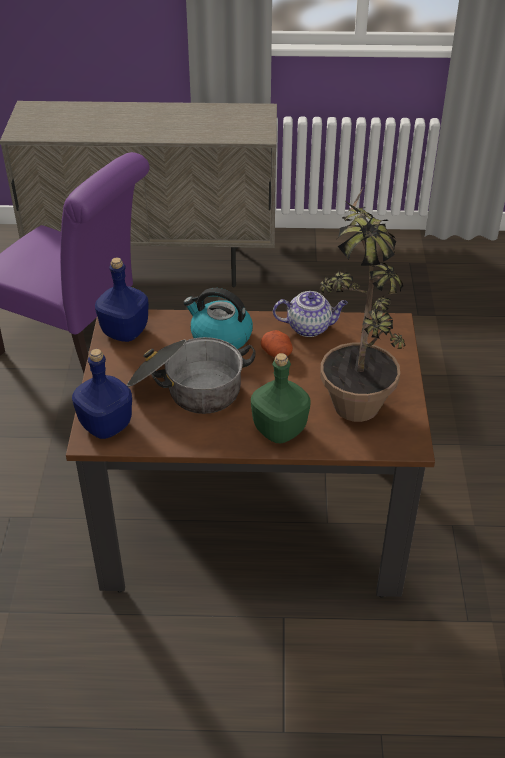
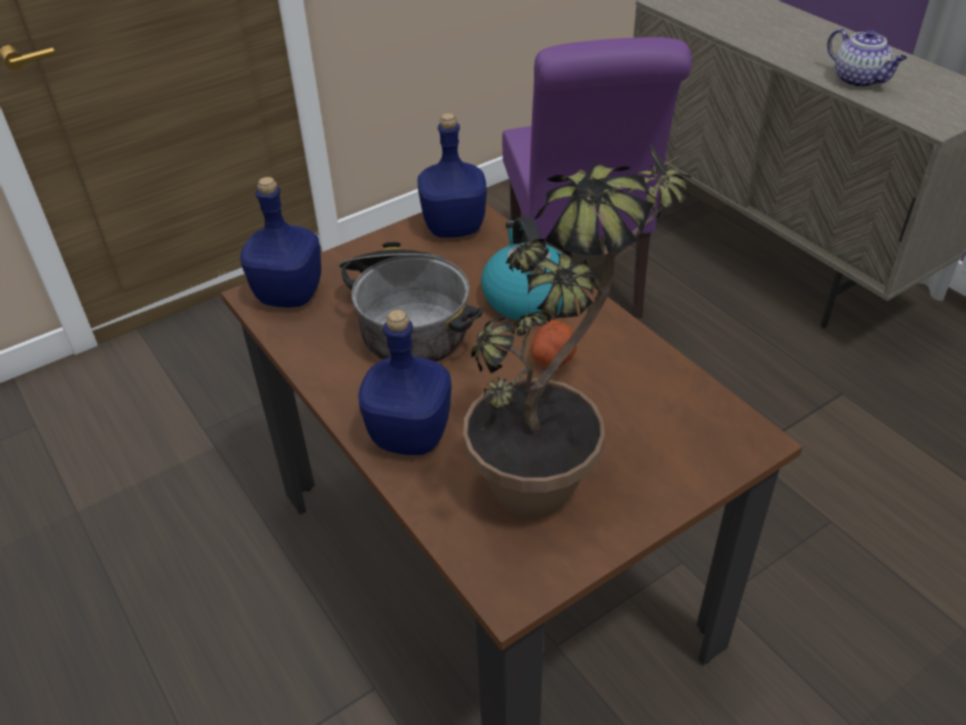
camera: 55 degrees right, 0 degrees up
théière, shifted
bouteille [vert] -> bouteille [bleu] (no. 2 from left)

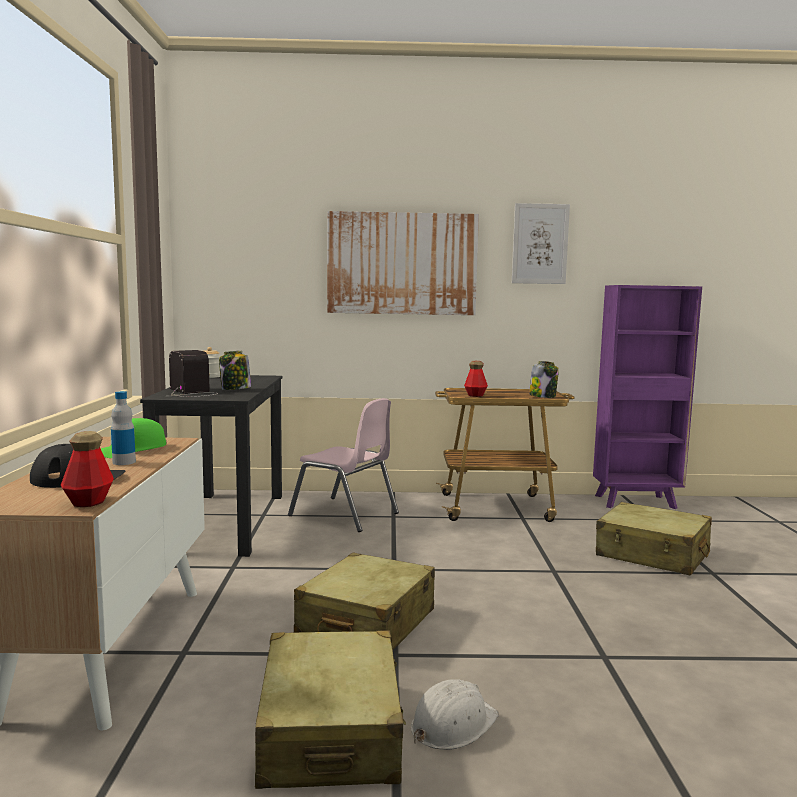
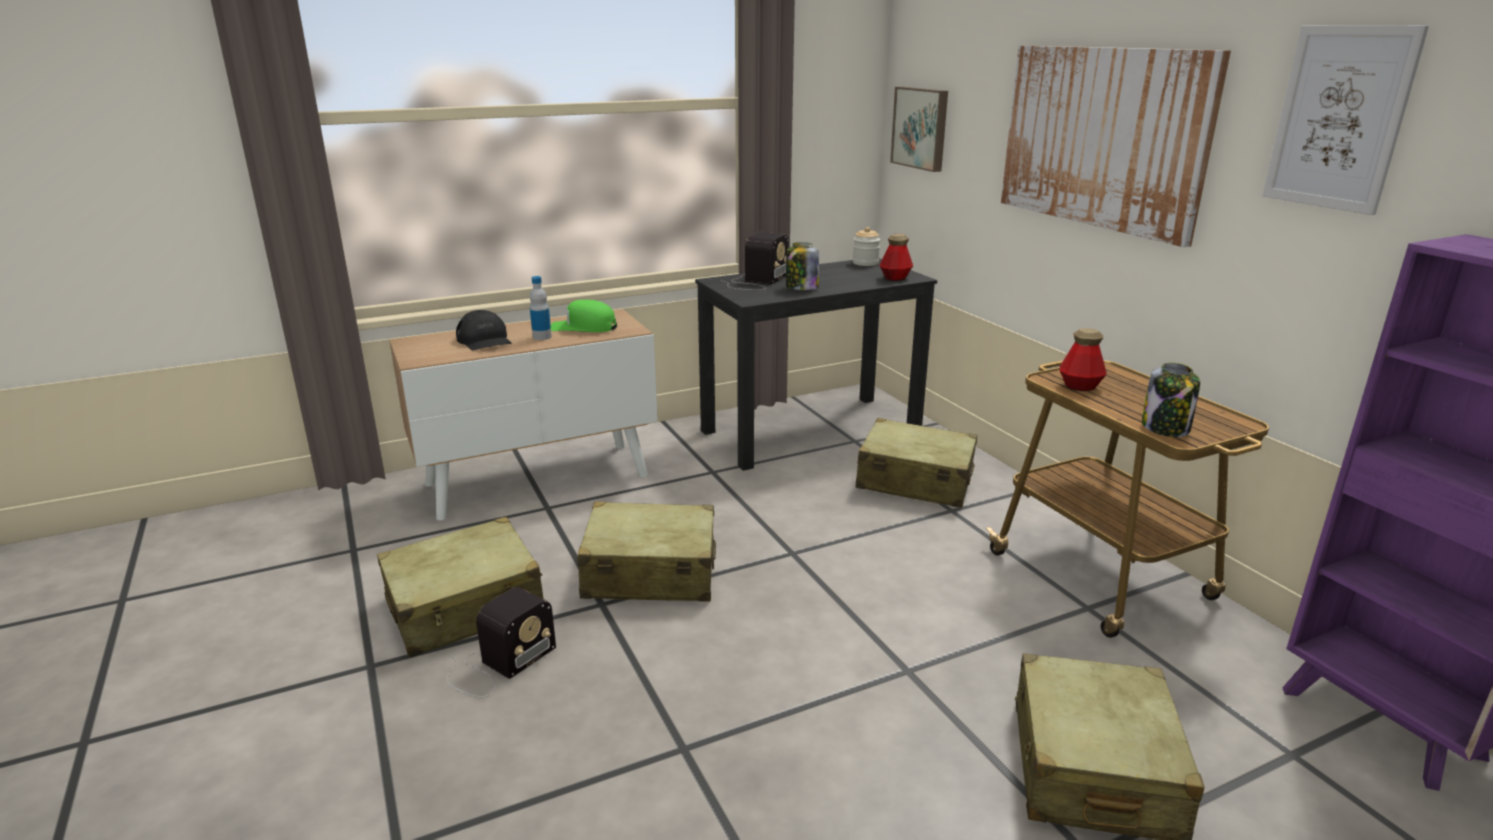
camera: 65 degrees right, 15 degrees up
chaise [rose] -> valise [beige] (no. 3 from left)
bouteille (no. 1 from left in the first image) -> bouteille (no. 2 from left), shifted
casque de chantier [blanc] -> radio (no. 1 from left)
none -> tableau (no. 1 from left)

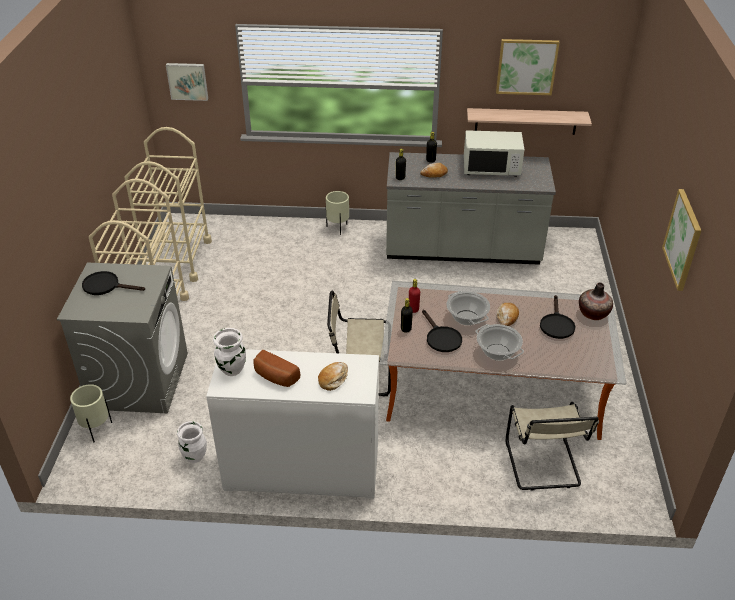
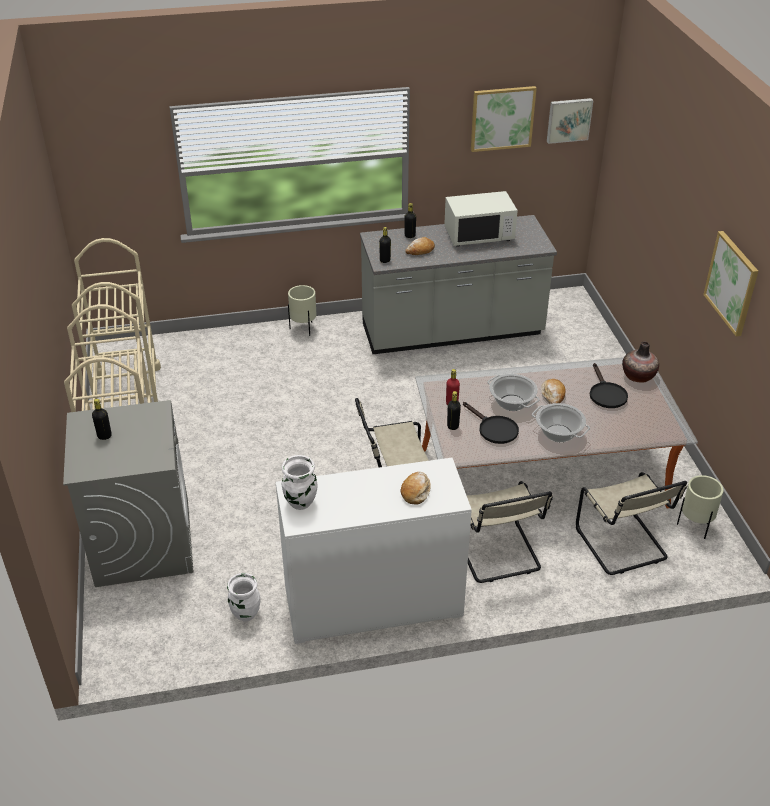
camera: 15 degrees left, 0 degrees up
tableau (no. 1 from left in the first image) -> tableau (no. 2 from left), shifted
étagère -> none
poêle [noir] (no. 1 from left) -> bouteille [noir] (no. 1 from left)
pain (no. 1 from left) -> none
cache-pot [beige] (no. 1 from left in the first image) -> cache-pot [beige] (no. 2 from left), shifted
none -> chaise [beige] (no. 2 from left)

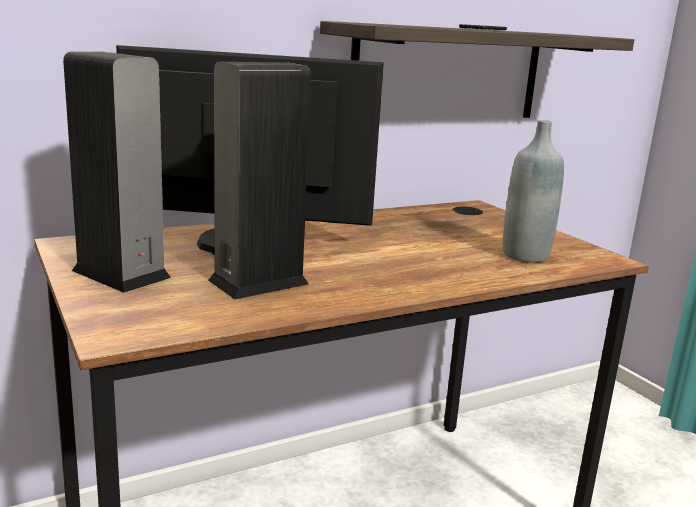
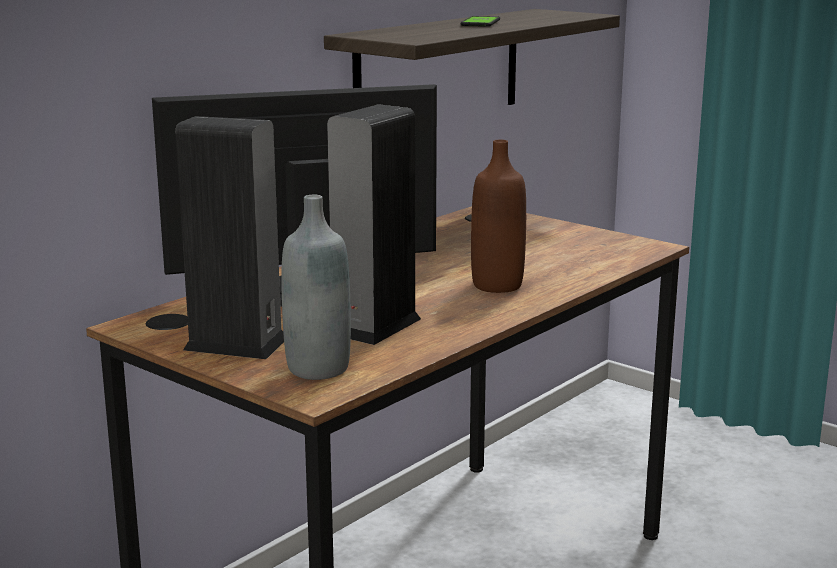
camera: 20 degrees left, 0 degrees up
bouteille [gris], shifted
none -> bouteille [marron]

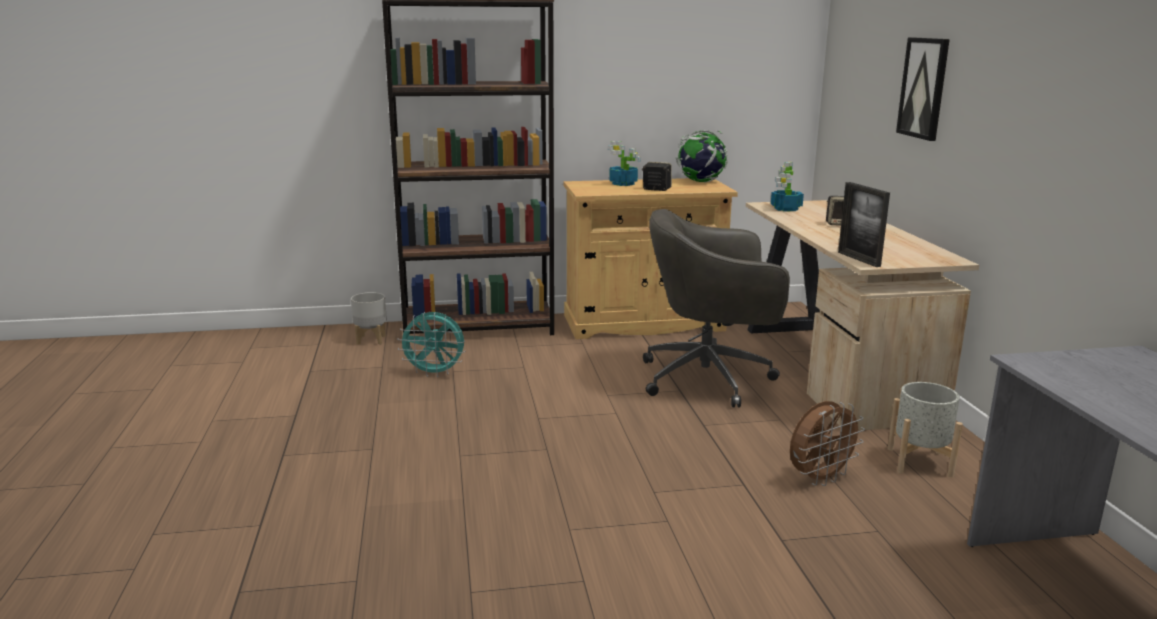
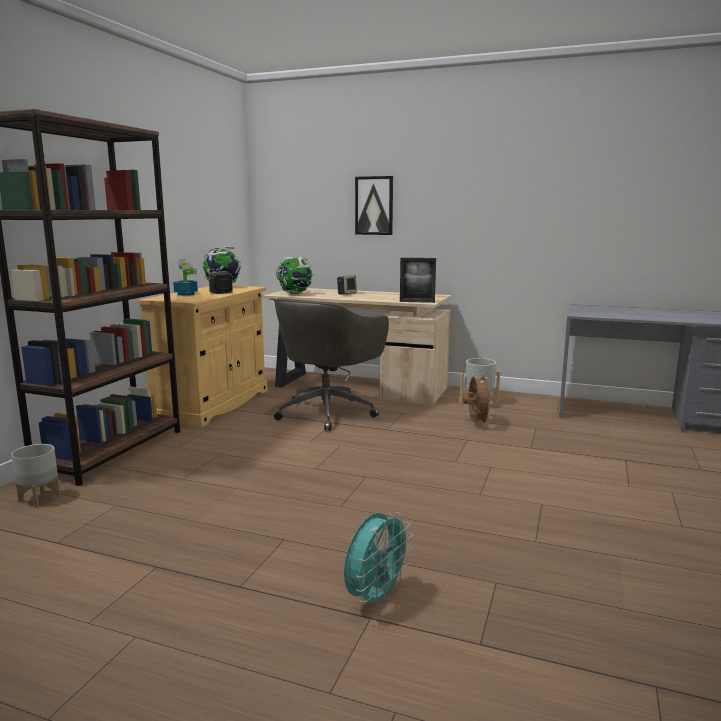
camera: 60 degrees left, 5 degrees down
plante en pot (no. 2 from left) -> globe (no. 2 from left)
ventilateur [turquoise], shifted

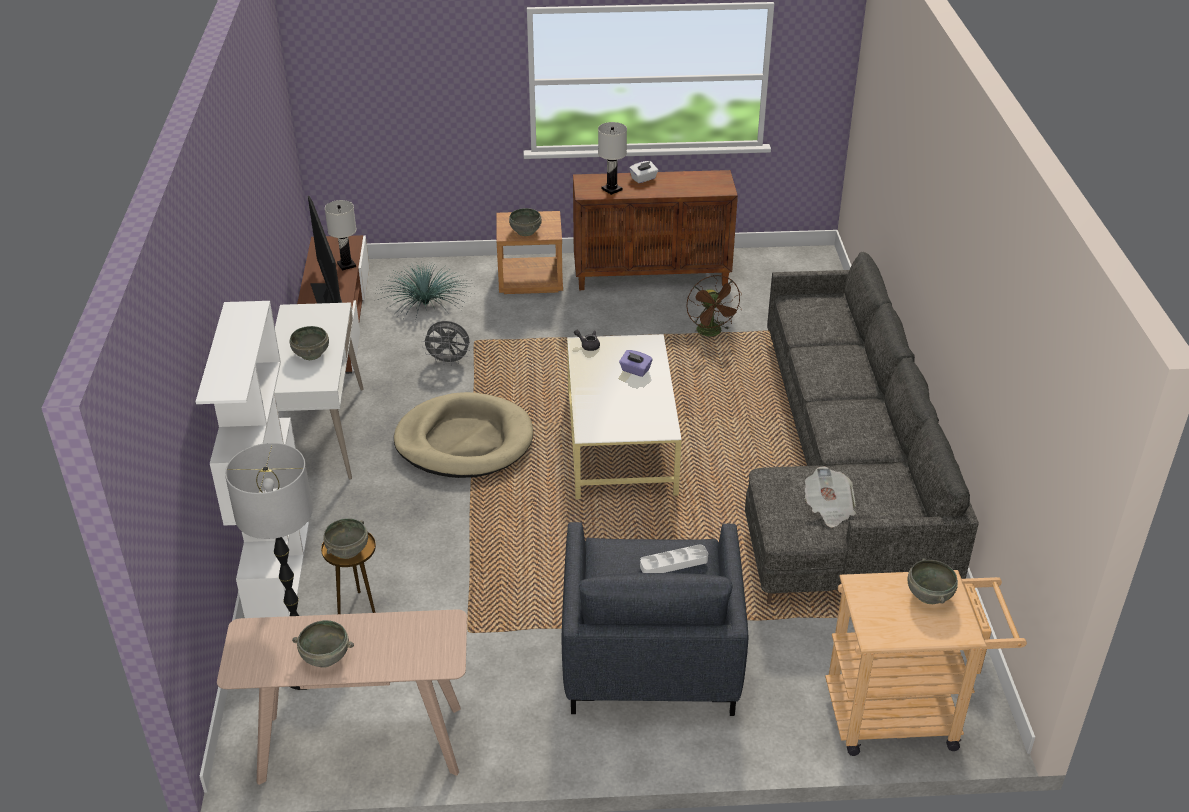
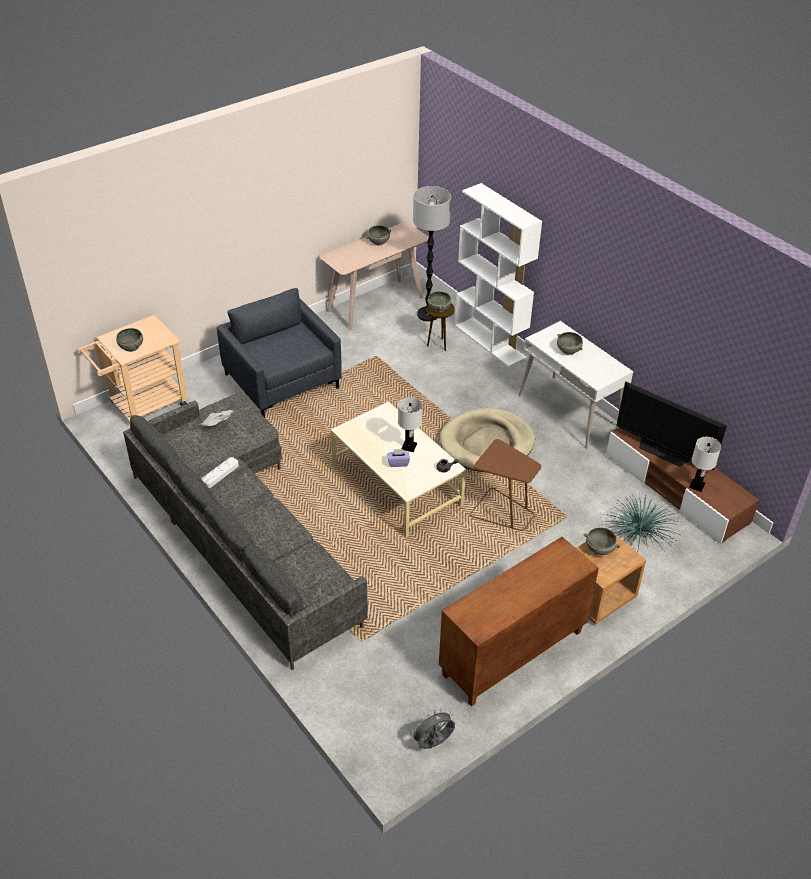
camera: 145 degrees right, 5 degrees up
lampe de table [blanc] (no. 2 from left in the first image) -> lampe de table [blanc] (no. 1 from left), shifted
boîte à mouchoirs [blanc] -> none
ventilateur [marron] -> none
ventilateur [gris], shifted
plateau [blanc], shifted
none -> table d'appoint [marron] (no. 2 from left)

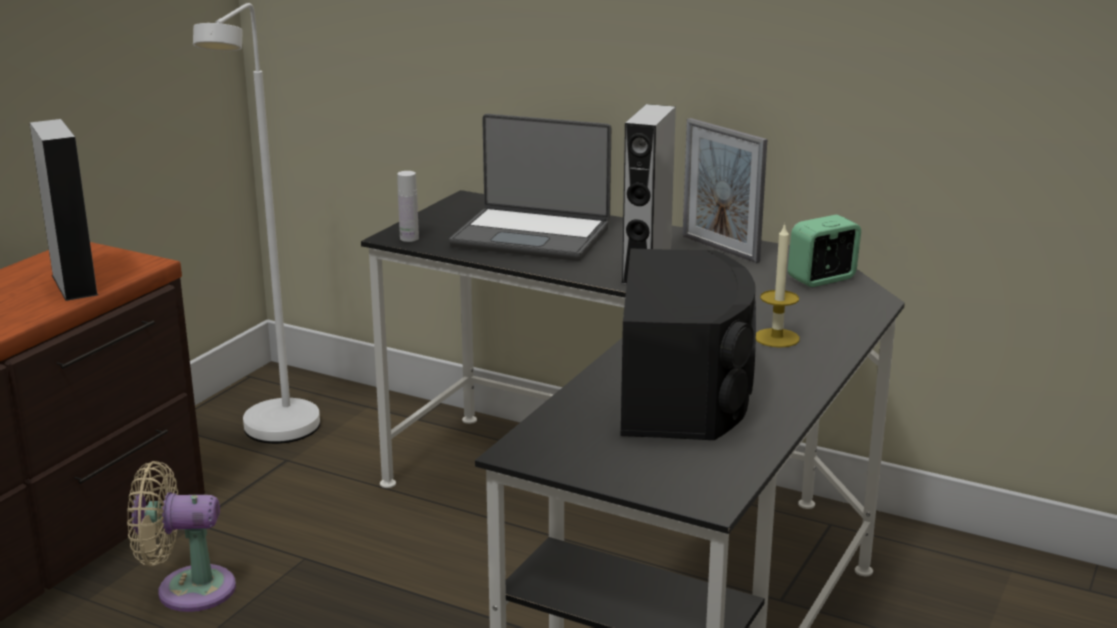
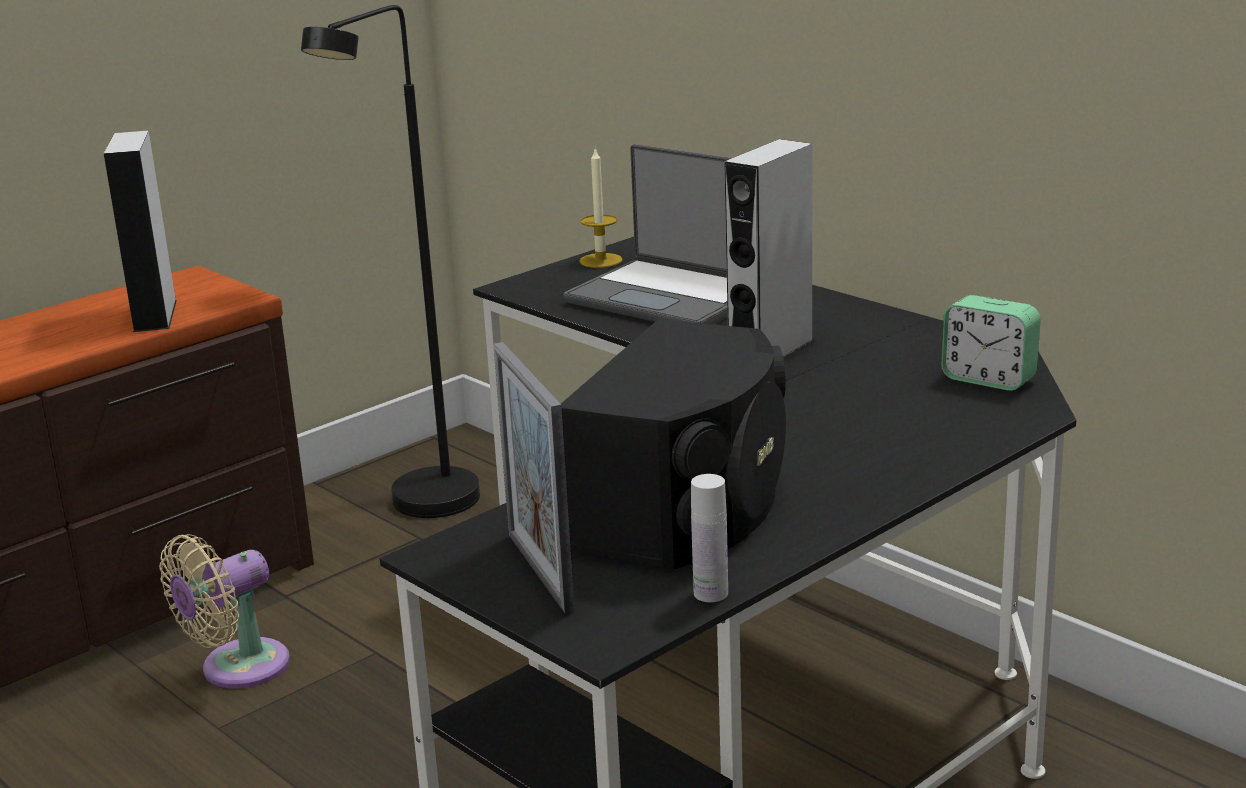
camera: 20 degrees right, 0 degrees up
lampadaire [blanc] -> lampadaire [noir]
cadre photo, shifted
bouteille [blanc], shifted
réveil, 135 degrees counterclockwise
bougie, shifted
ventilateur [beige], 60 degrees counterclockwise

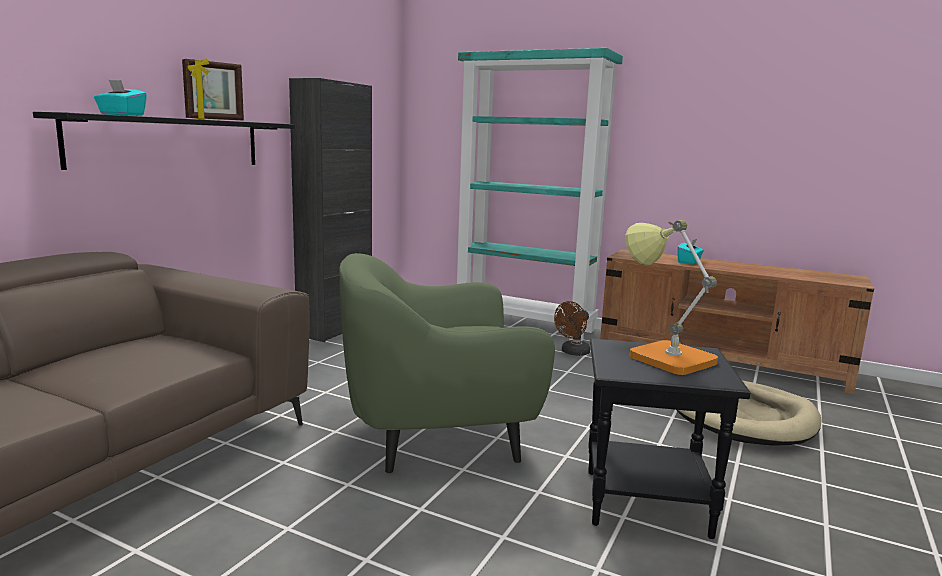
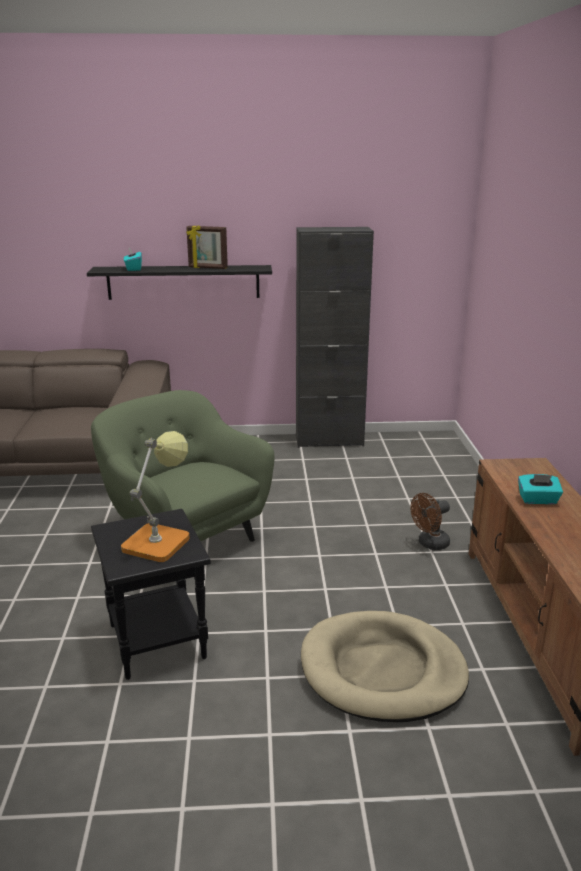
camera: 60 degrees right, 10 degrees up
bibliothèque [turquoise] -> none
ventilateur [marron], 45 degrees counterclockwise

